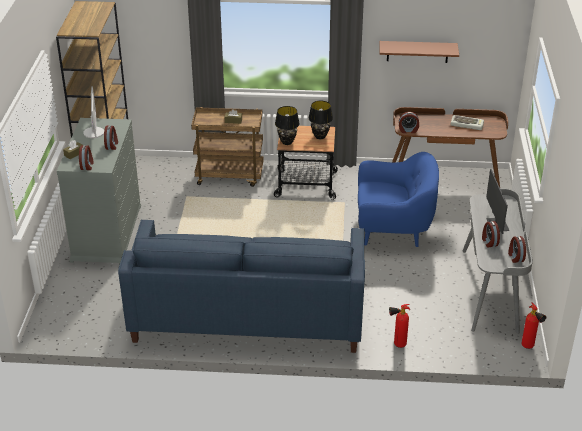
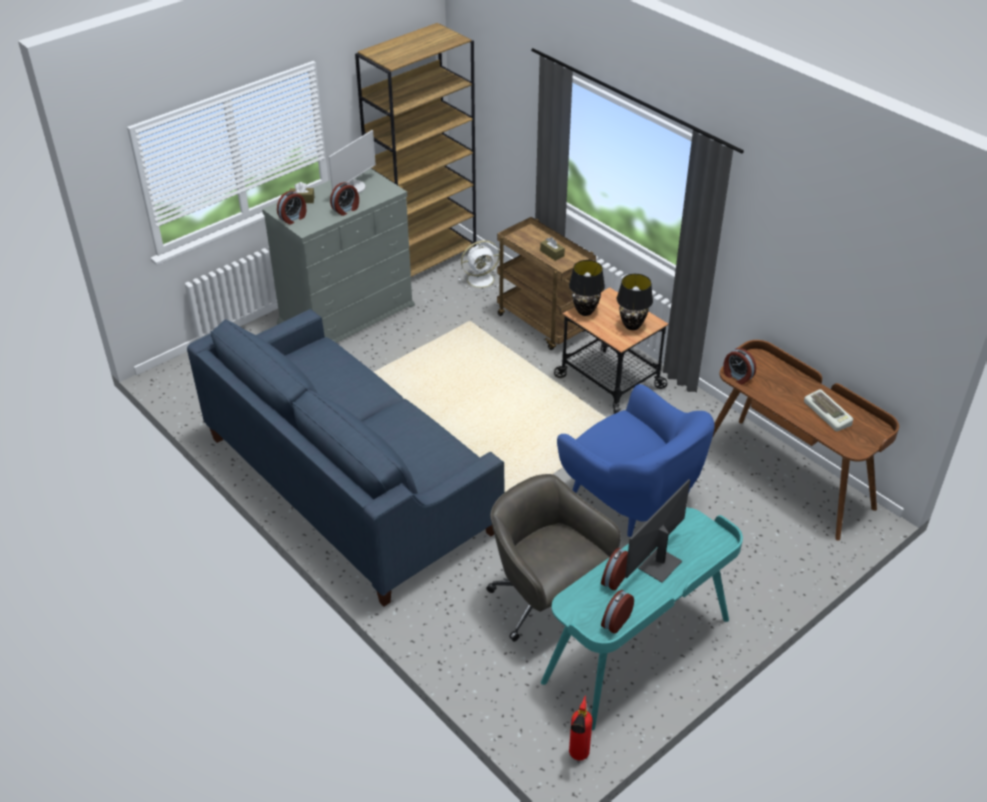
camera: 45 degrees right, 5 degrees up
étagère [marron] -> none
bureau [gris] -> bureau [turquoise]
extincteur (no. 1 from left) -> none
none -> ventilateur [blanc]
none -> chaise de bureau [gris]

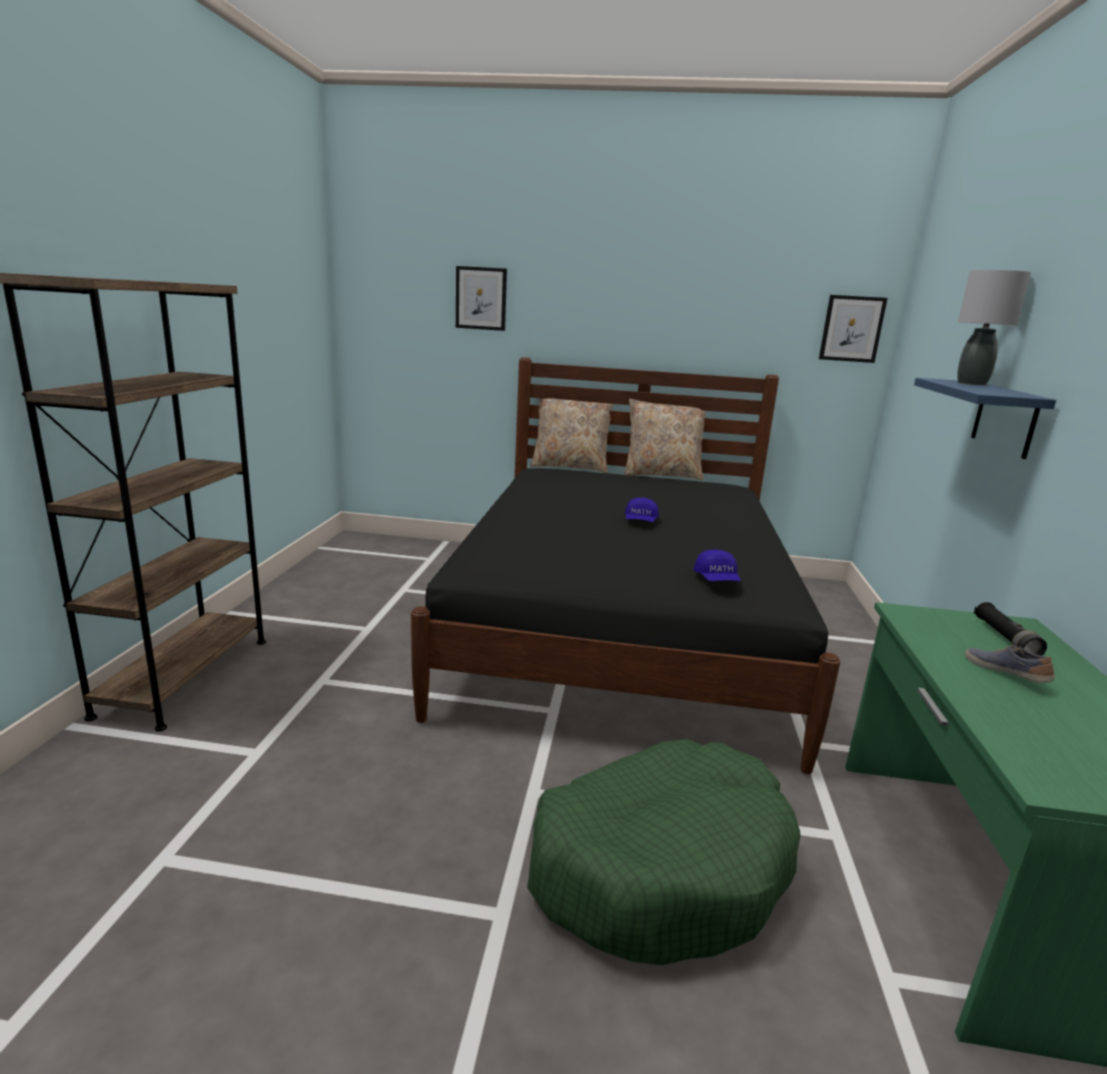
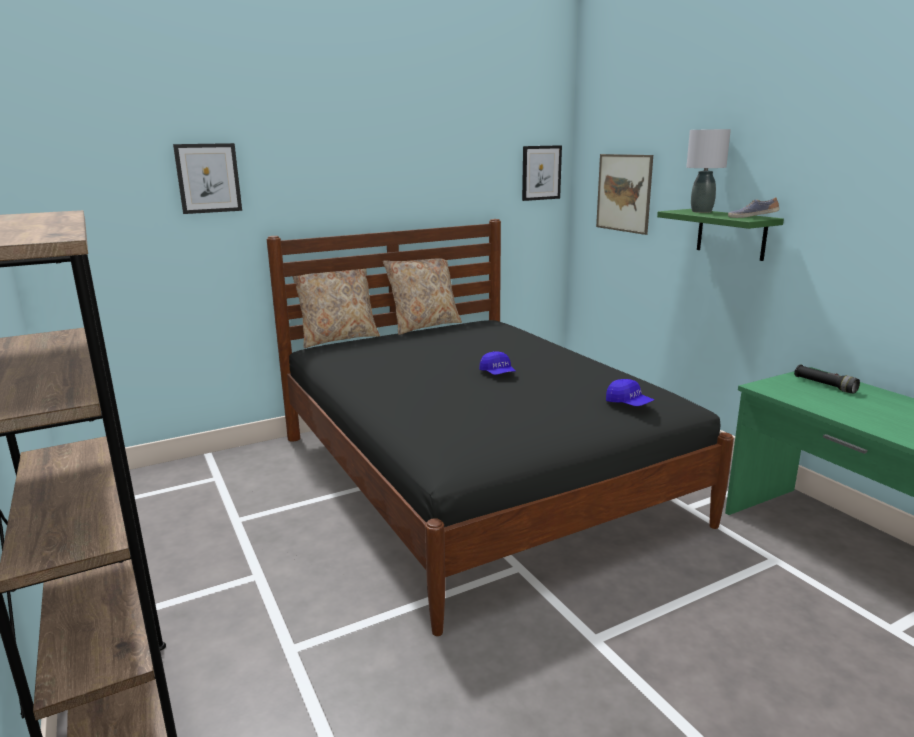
camera: 35 degrees left, 0 degrees up
étagère [bleu] -> étagère [vert]
chaussure, shifted
panier pour chien [vert] -> none
none -> tableau (no. 3 from left)

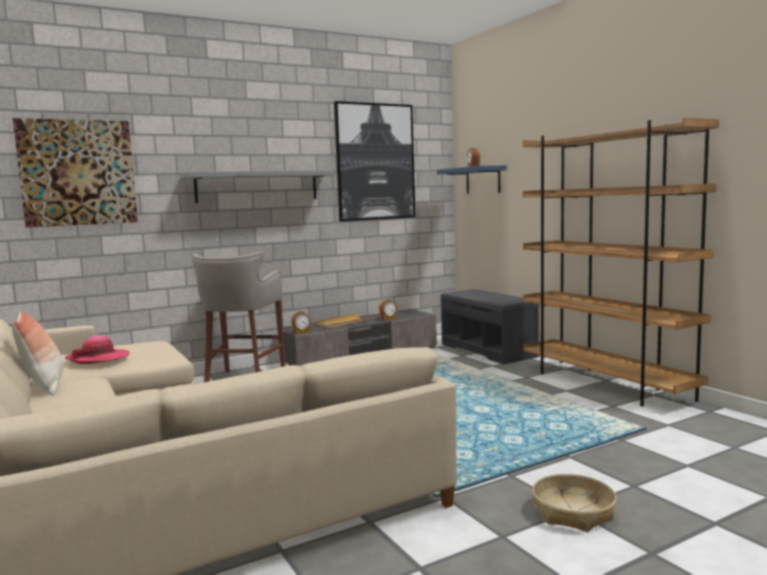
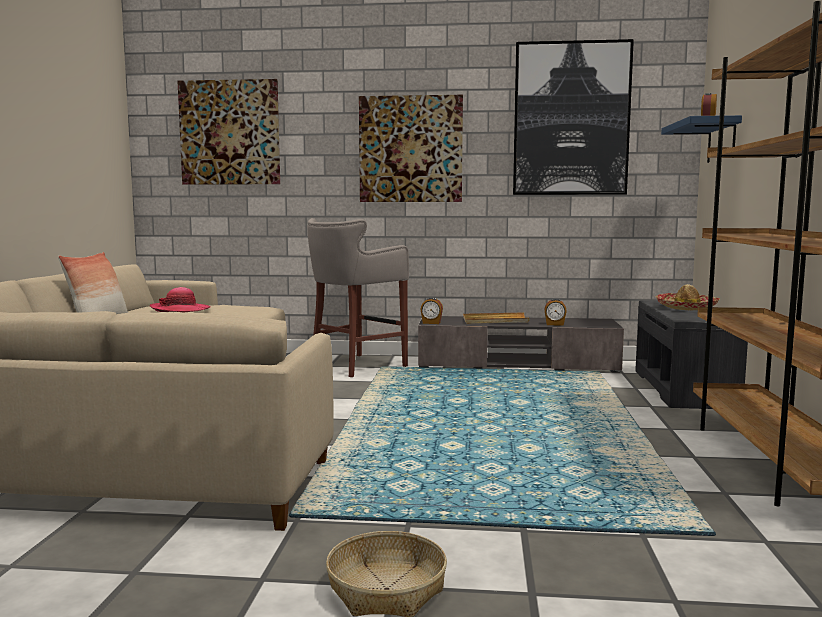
camera: 35 degrees right, 0 degrees up
étagère [gris] -> tableau (no. 2 from left)
none -> chapeau (no. 2 from left)

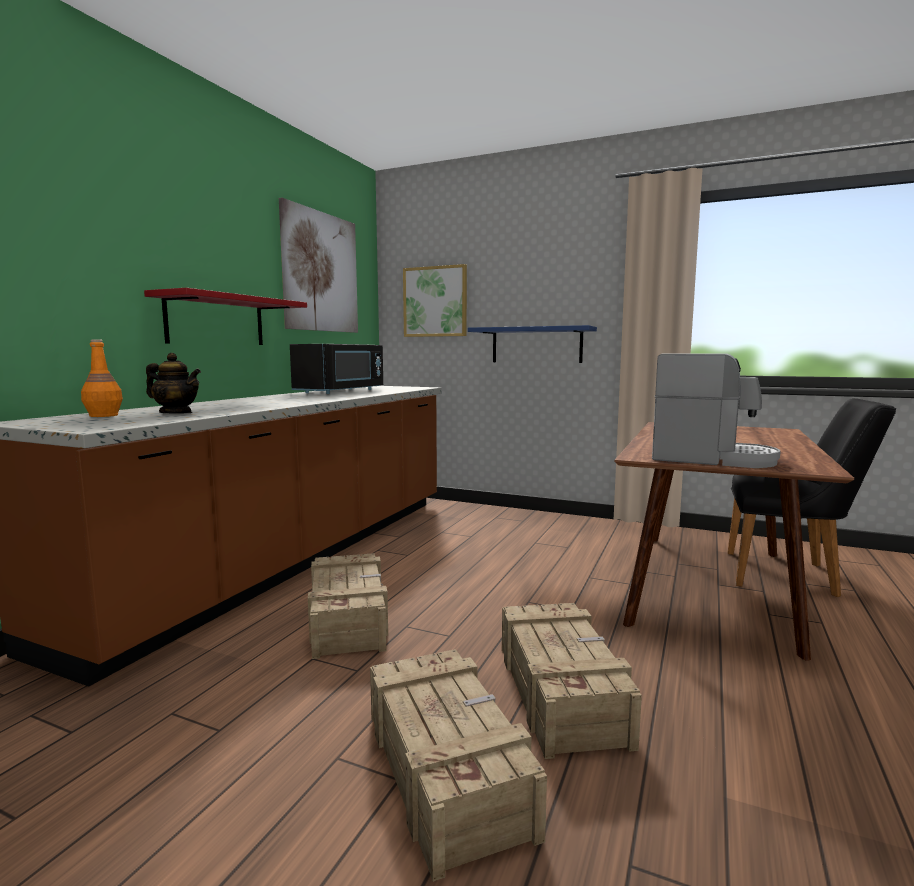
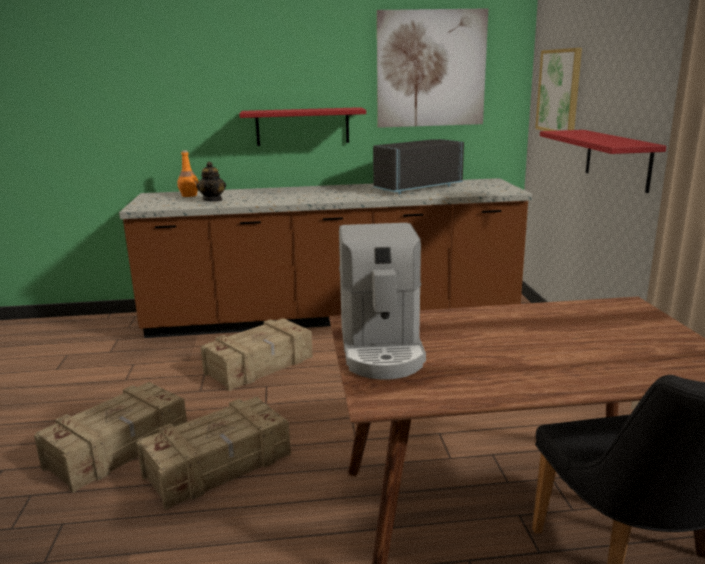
camera: 60 degrees right, 10 degrees up
étagère [bleu] -> étagère [rouge] (no. 2 from left)
micro-ondes [noir], 150 degrees clockwise

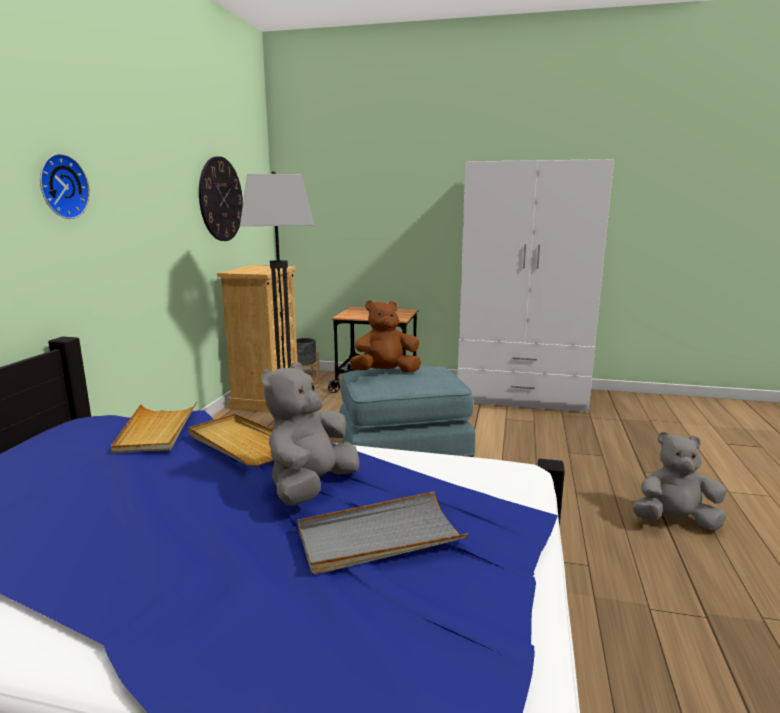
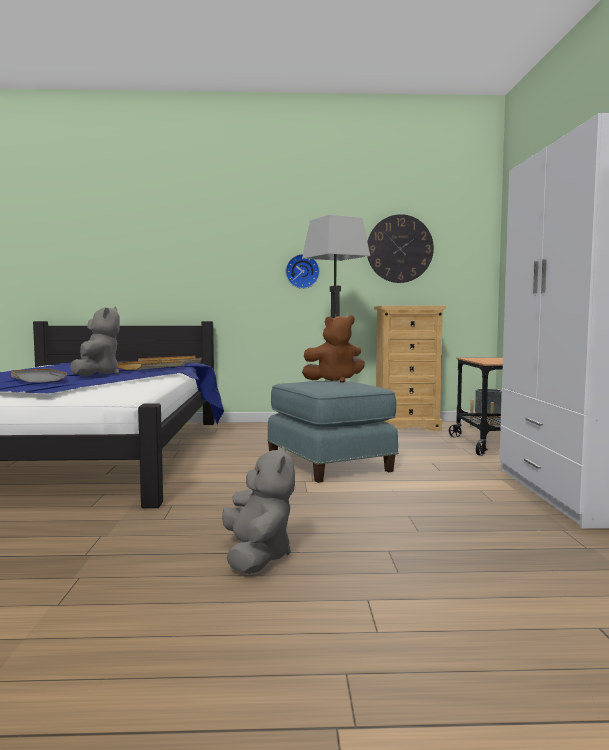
camera: 75 degrees right, 10 degrees down
horloge murale (no. 1 from left), shifted
peluche [marron], 105 degrees clockwise
peluche [gris] (no. 1 from left), 75 degrees clockwise

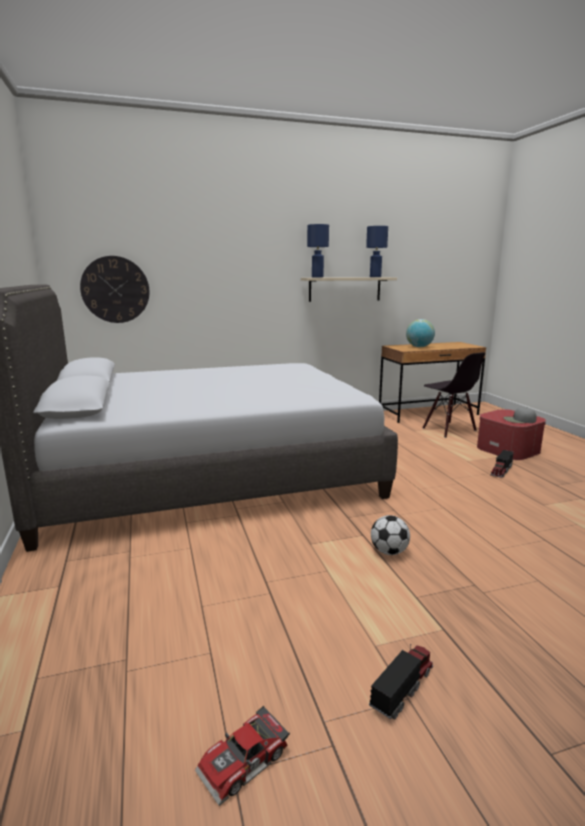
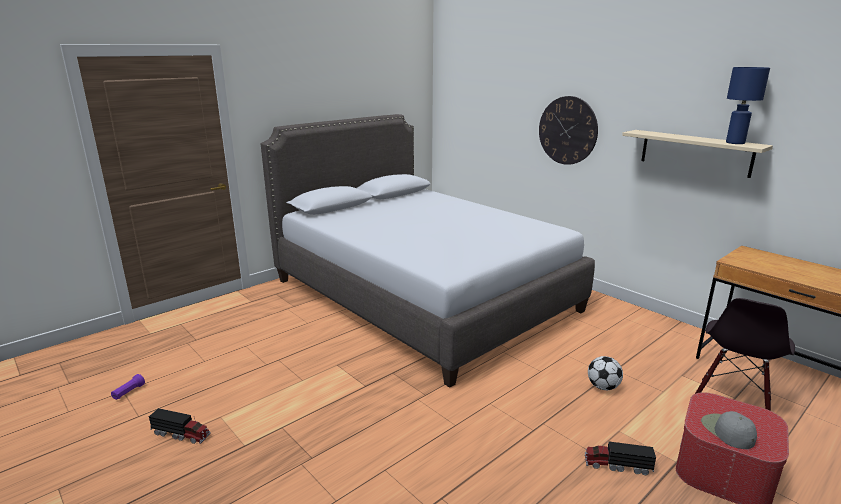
camera: 65 degrees right, 5 degrees up
lampe de table [bleu] (no. 1 from left) -> none
horloge murale, shifted
globe -> none
ballon de foot, shifted
petite voiture -> lampe de poche [violet]

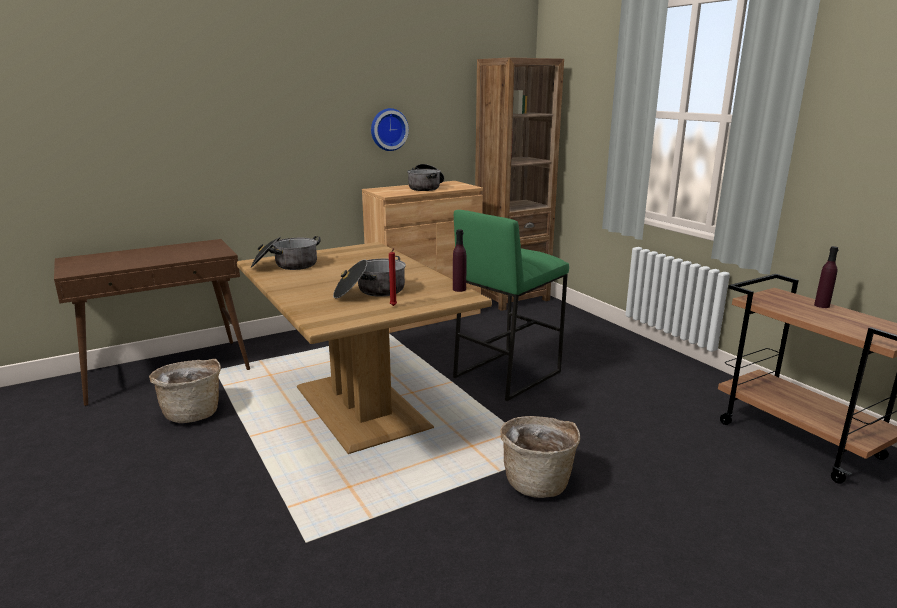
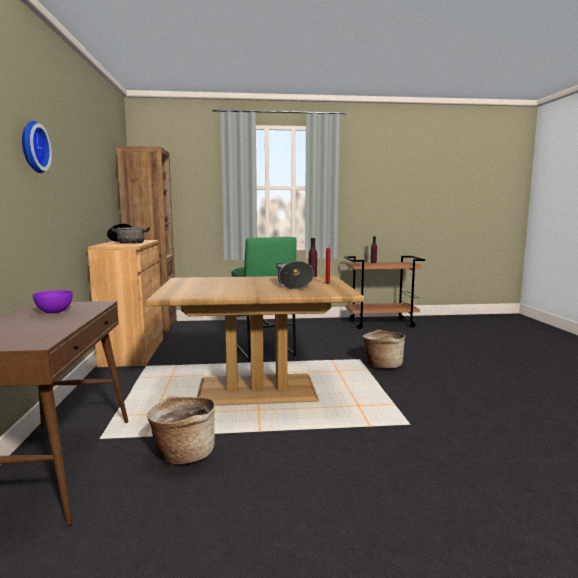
camera: 65 degrees left, 10 degrees down
horloge murale, shifted
marmite (no. 1 from left) -> none
none -> bol [violet]

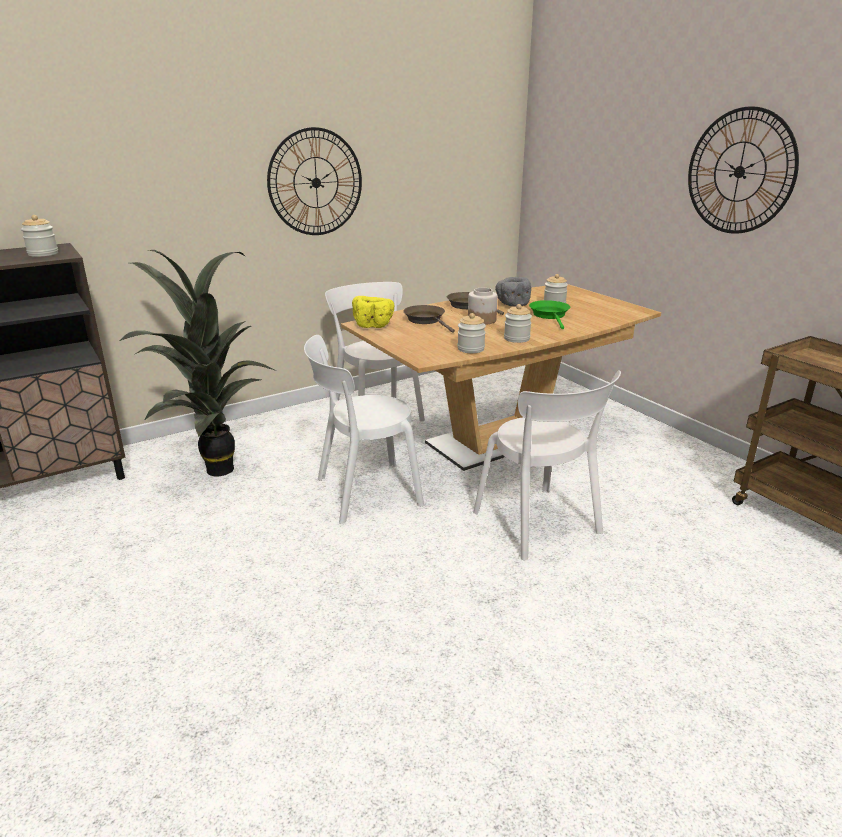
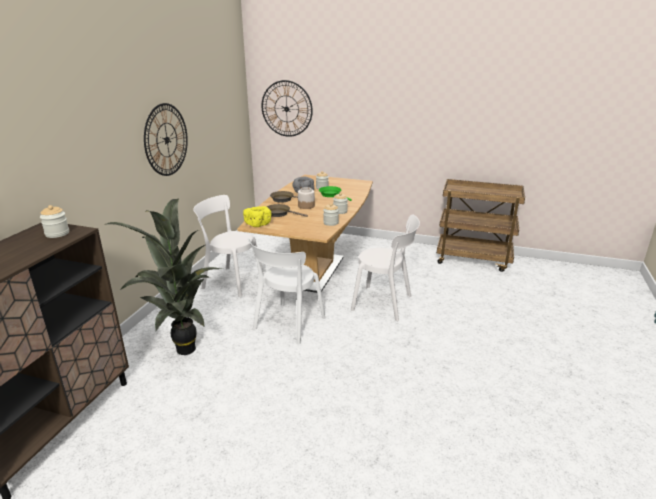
camera: 40 degrees left, 0 degrees up
horloge murale (no. 2 from left), shifted

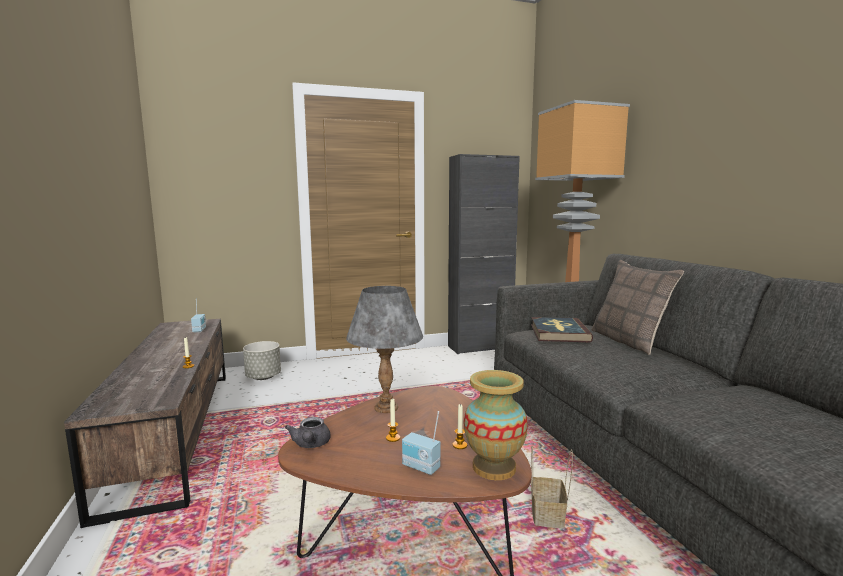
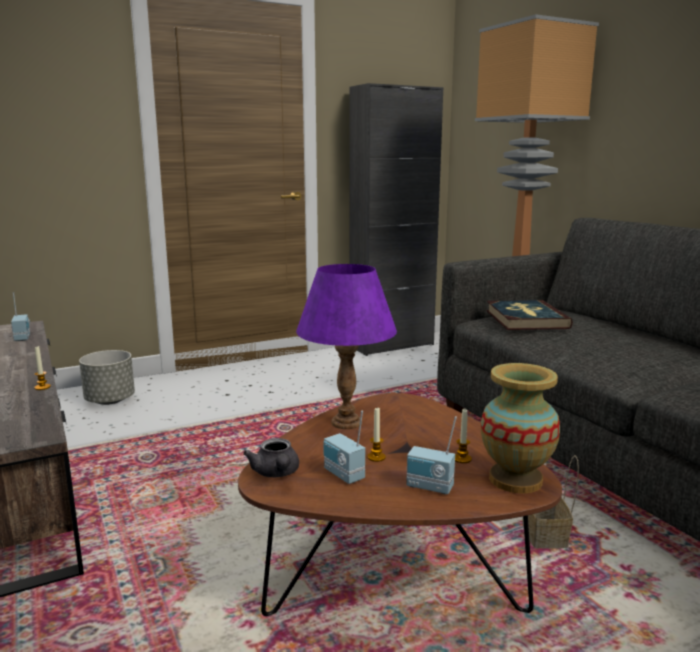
camera: 10 degrees left, 5 degrees up
coussin -> none
lampe de table [gris] -> lampe de table [violet]
none -> radio (no. 2 from left)

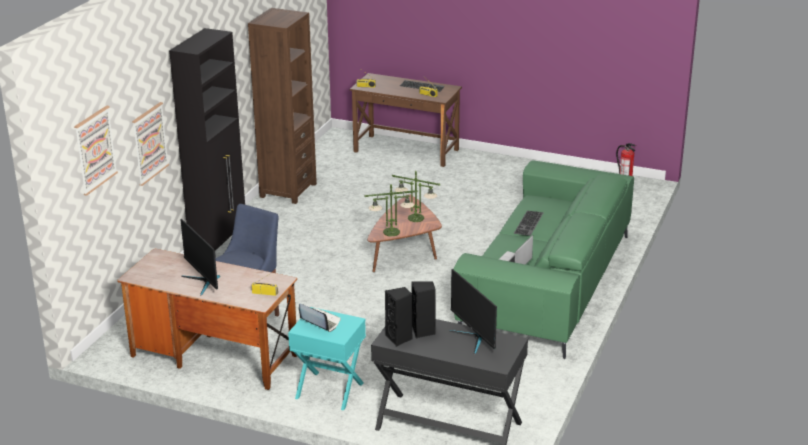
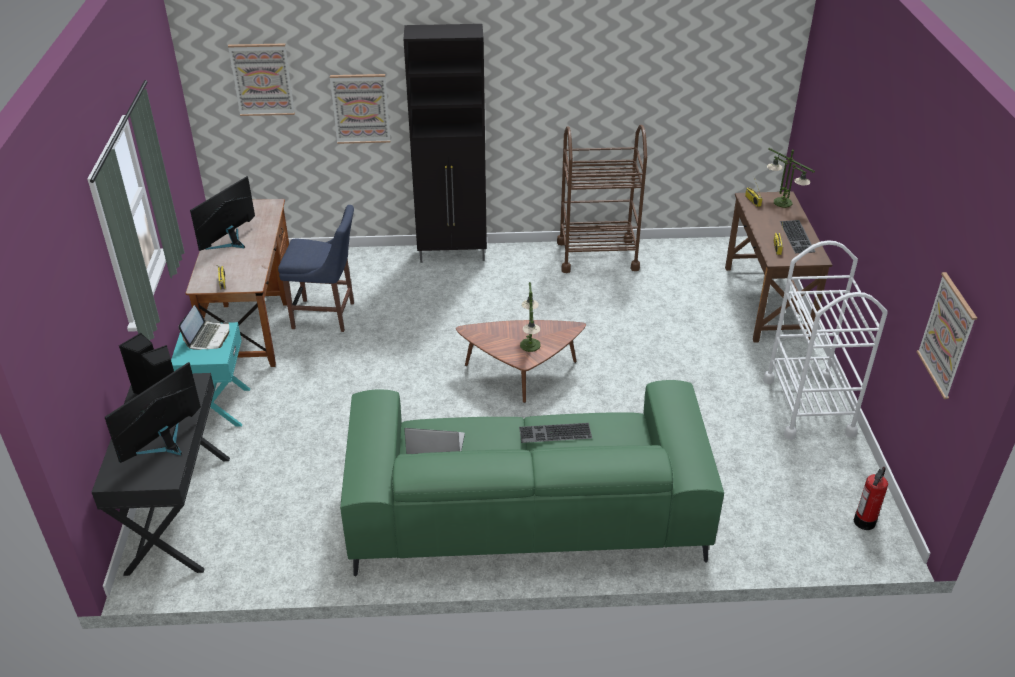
camera: 65 degrees right, 10 degrees up
bibliothèque [marron] -> chariot [marron]
lampe de table (no. 1 from left in the first image) -> lampe de table (no. 2 from left), shifted
none -> chariot [blanc]
none -> tableau (no. 3 from left)

